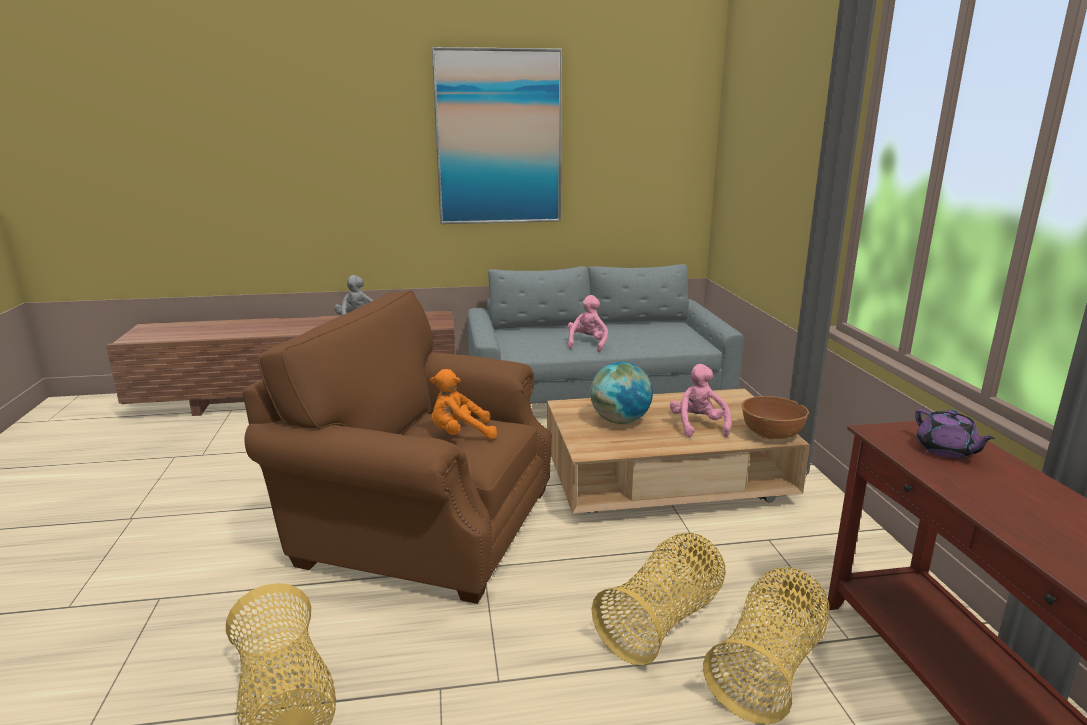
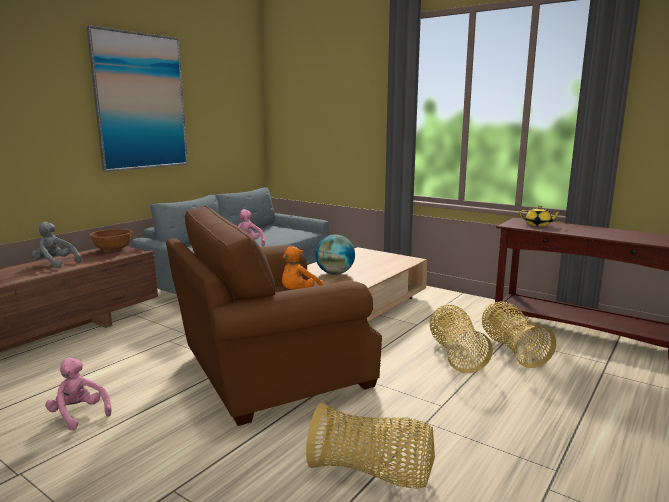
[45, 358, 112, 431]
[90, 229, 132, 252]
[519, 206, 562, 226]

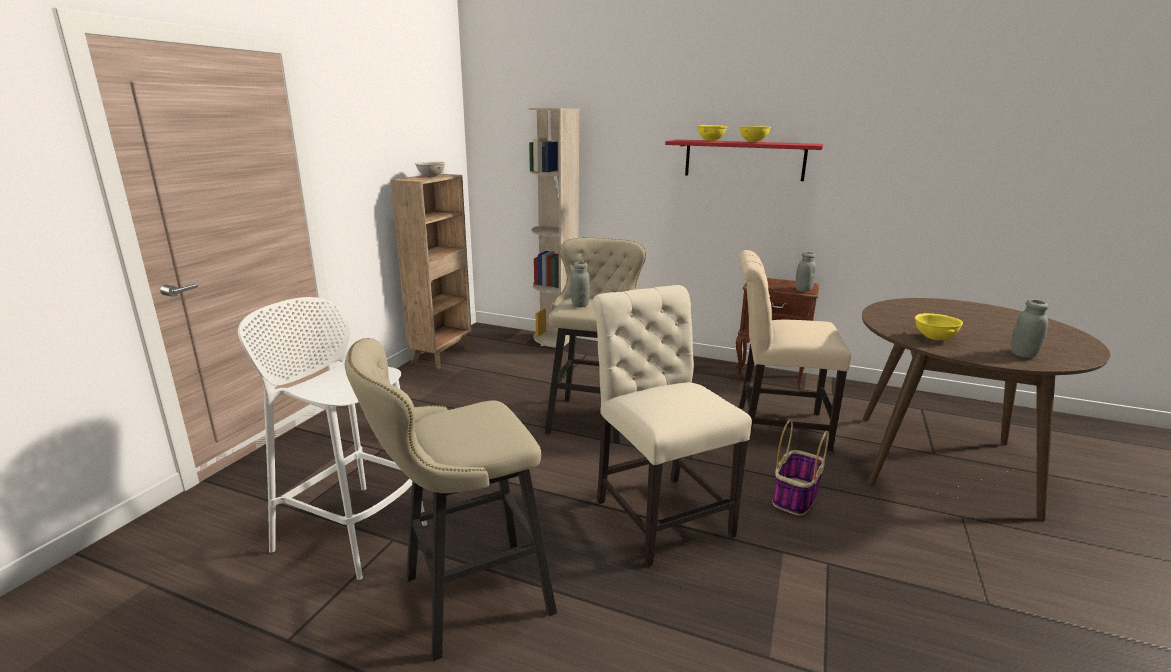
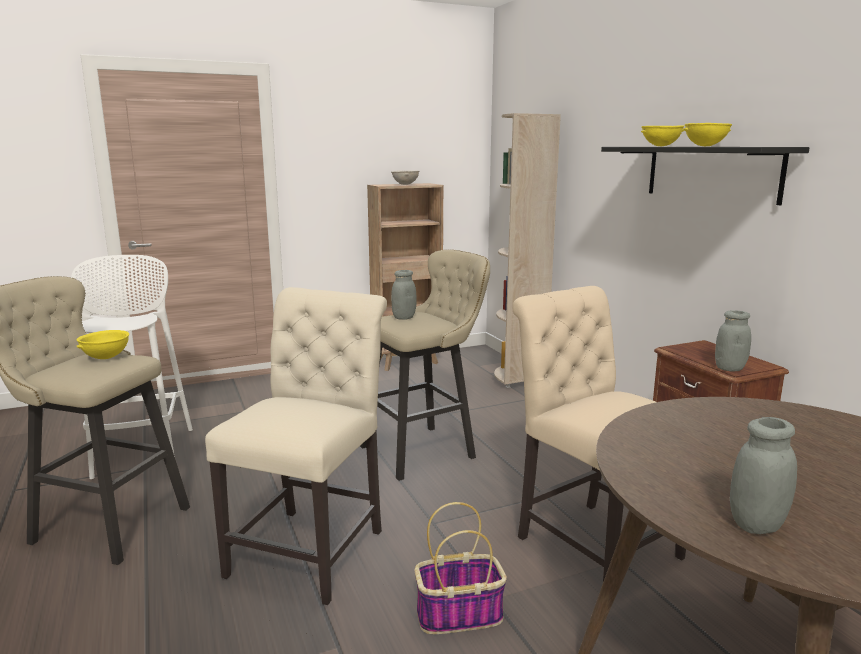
[76, 330, 129, 359]
[601, 147, 810, 205]

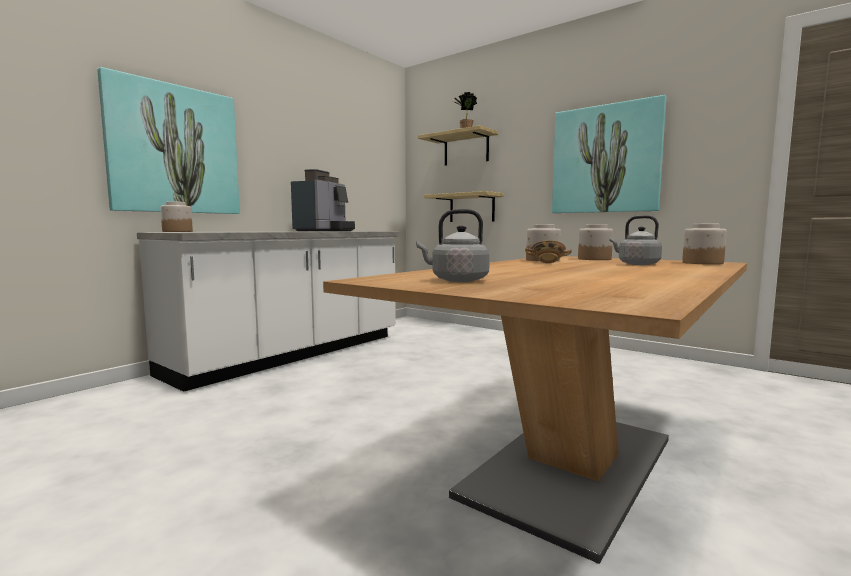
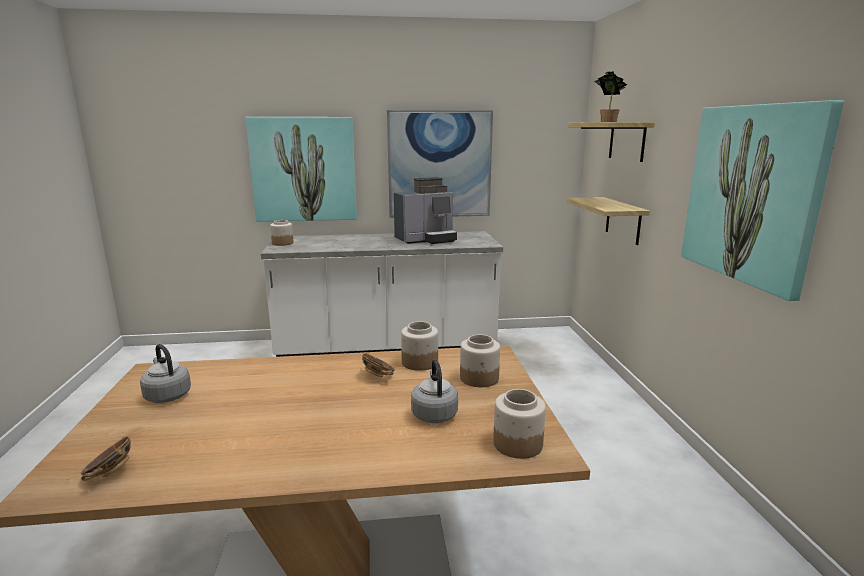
[80, 436, 131, 481]
[387, 110, 493, 218]

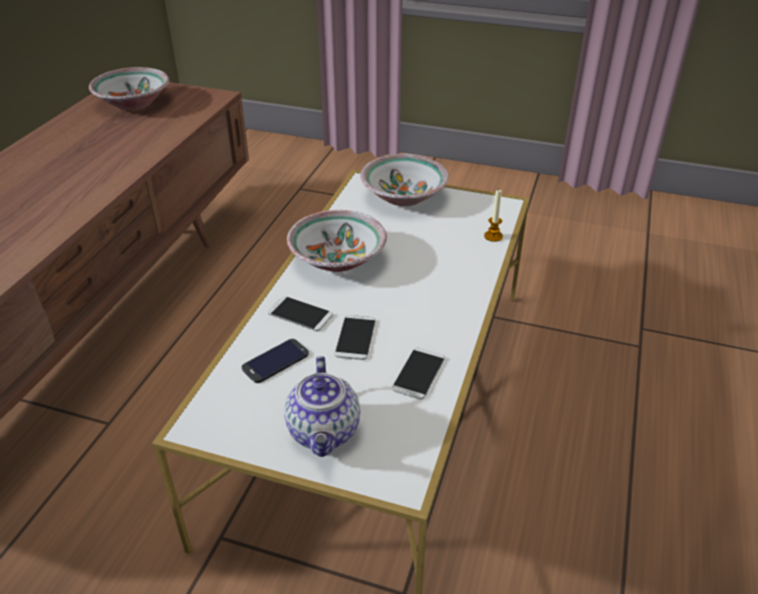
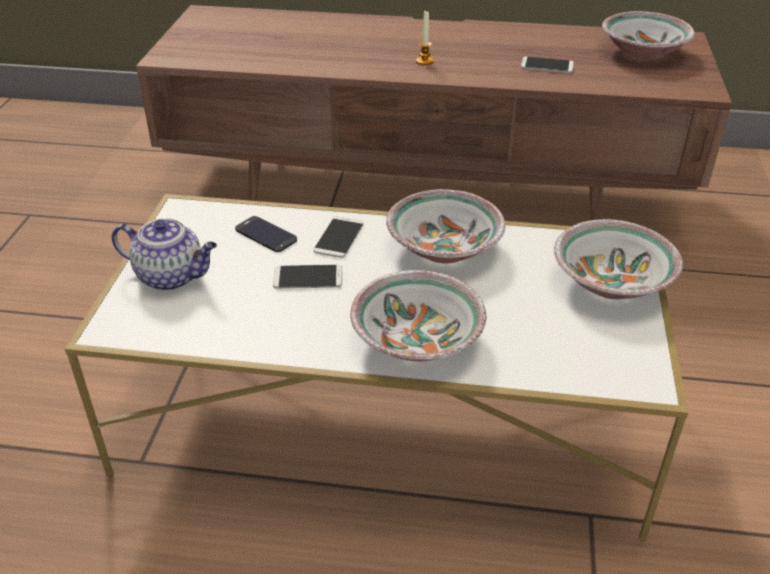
[112, 218, 217, 291]
[350, 270, 486, 361]
[416, 10, 434, 65]
[521, 56, 574, 73]

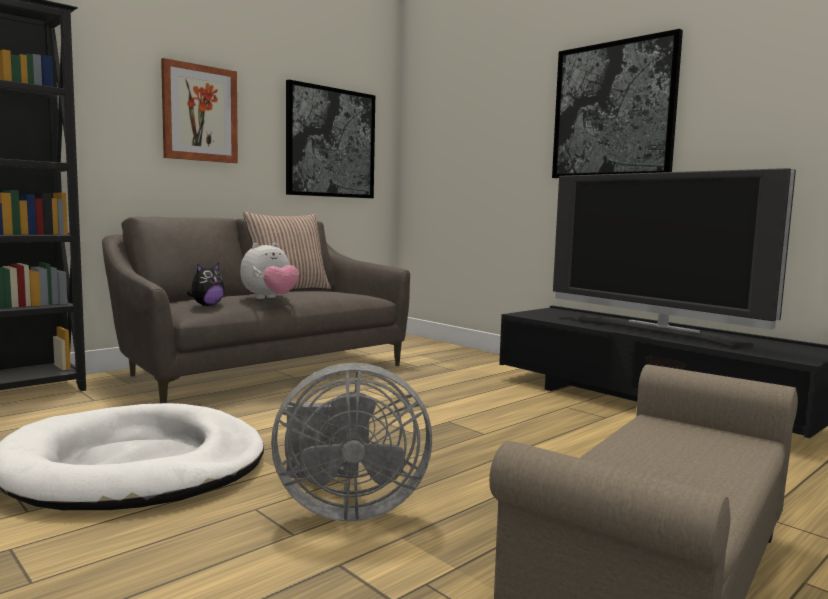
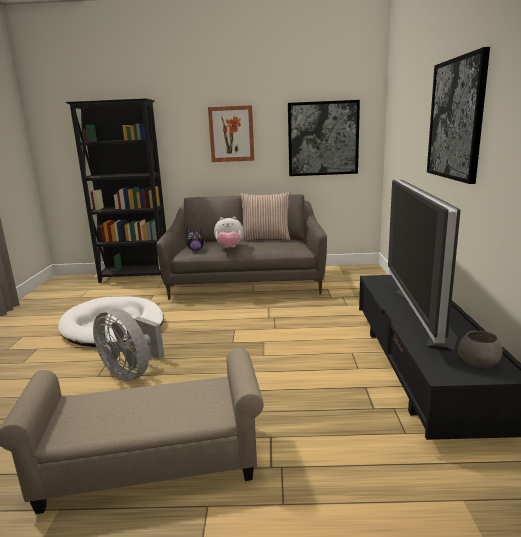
[458, 331, 503, 368]

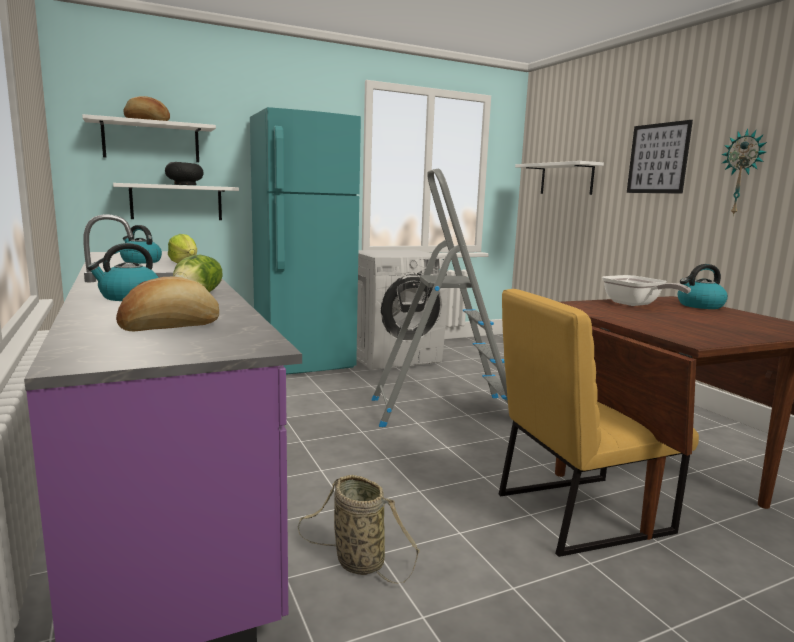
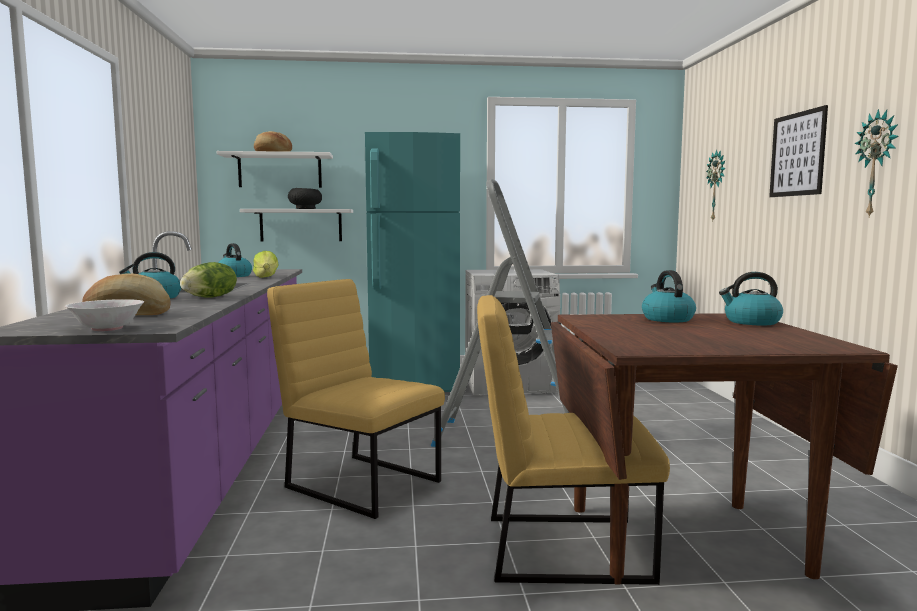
[65, 299, 144, 331]
[267, 279, 445, 519]
[642, 270, 696, 322]
[706, 150, 726, 220]
[298, 475, 420, 584] (first image)

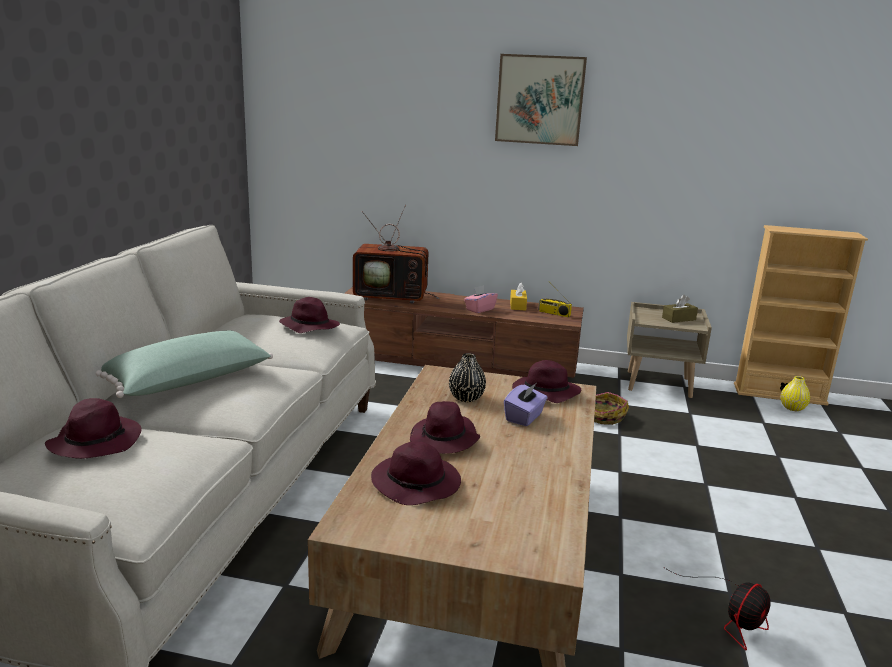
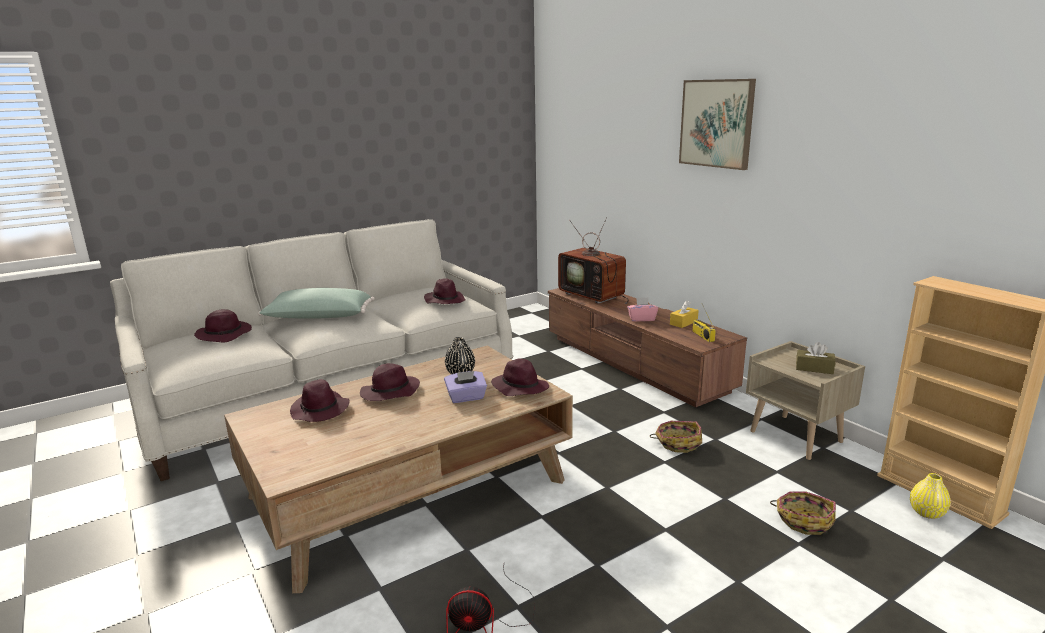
[770, 491, 836, 535]

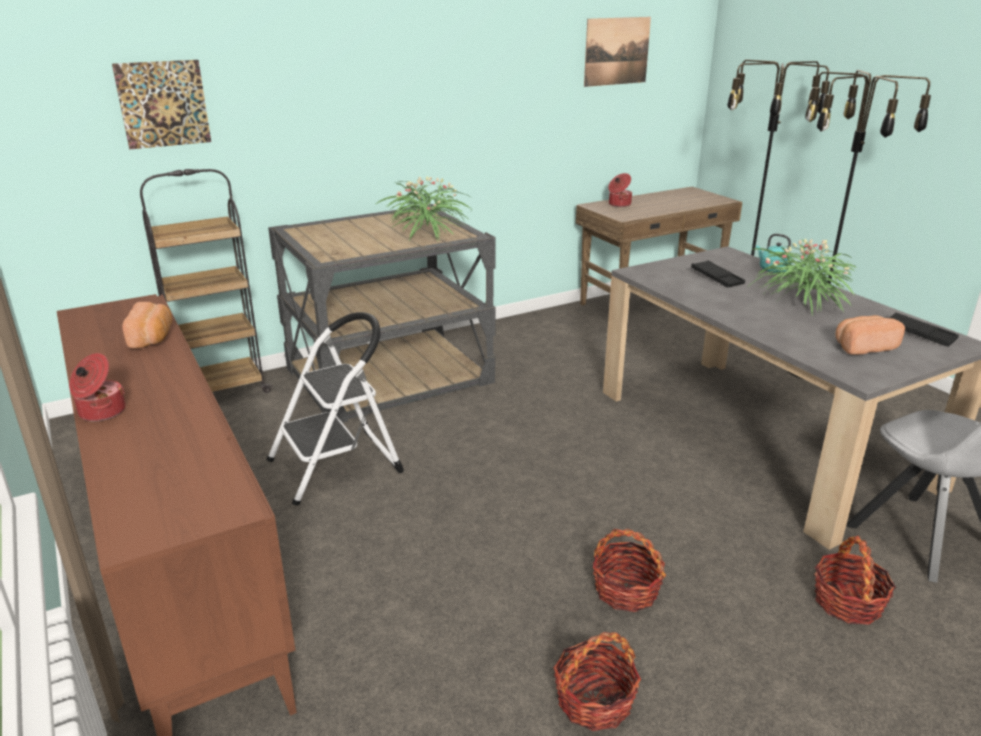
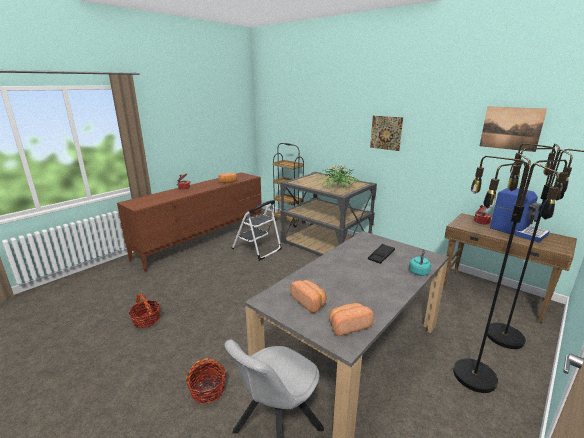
[329, 303, 374, 336]
[370, 116, 403, 151]
[490, 188, 549, 243]
[593, 529, 666, 612] (first image)
[750, 239, 856, 314] (first image)

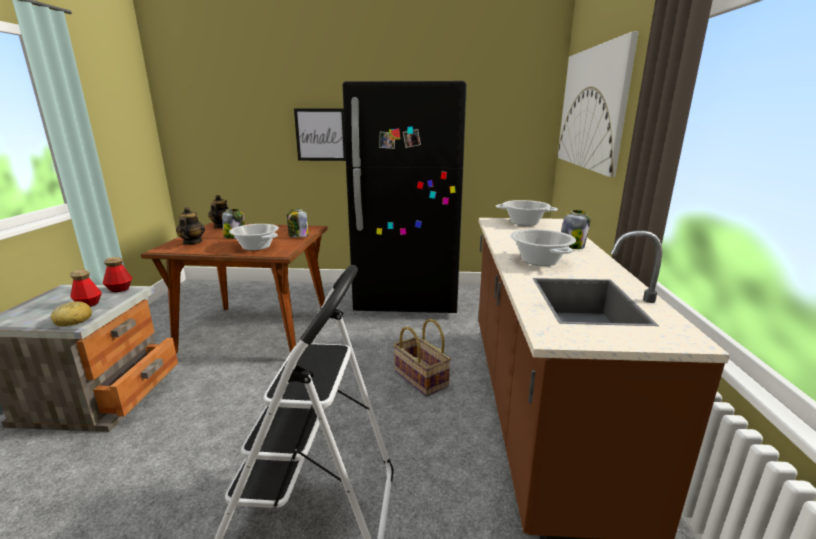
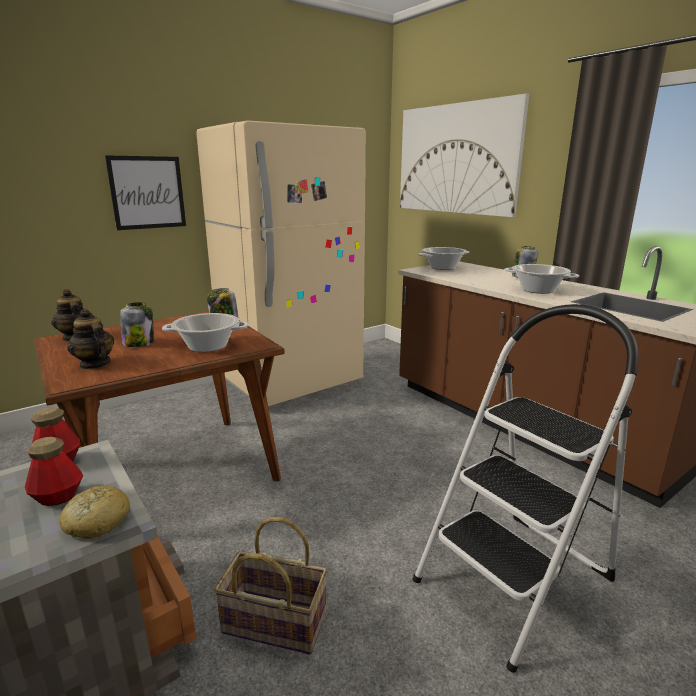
[196, 121, 366, 406]
[214, 517, 327, 655]

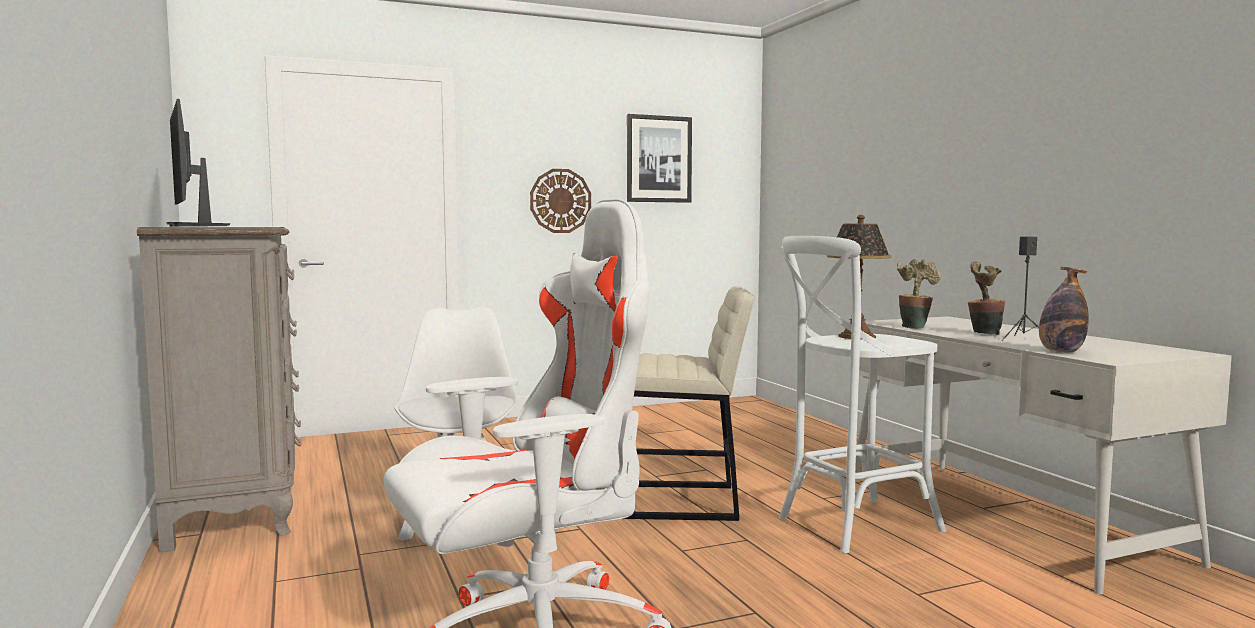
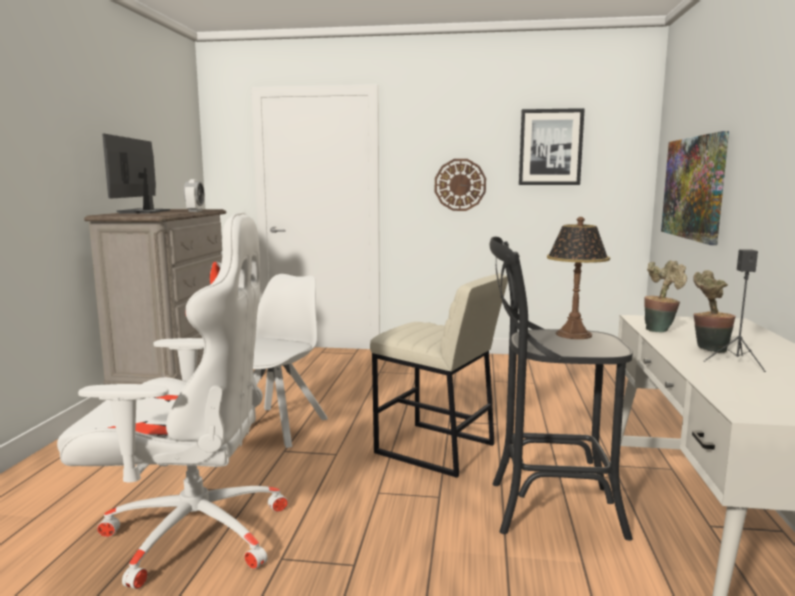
[184, 179, 205, 212]
[489, 237, 633, 541]
[661, 131, 729, 245]
[1039, 267, 1089, 353] (first image)

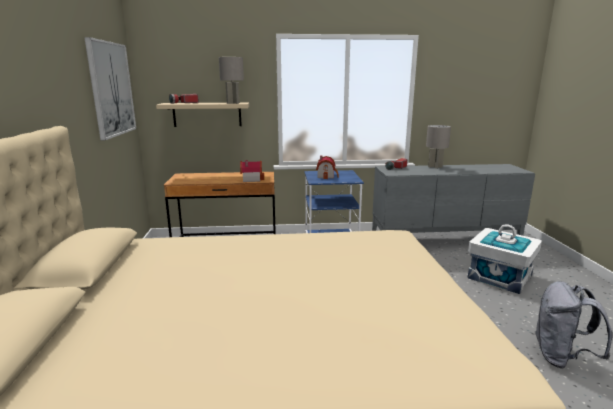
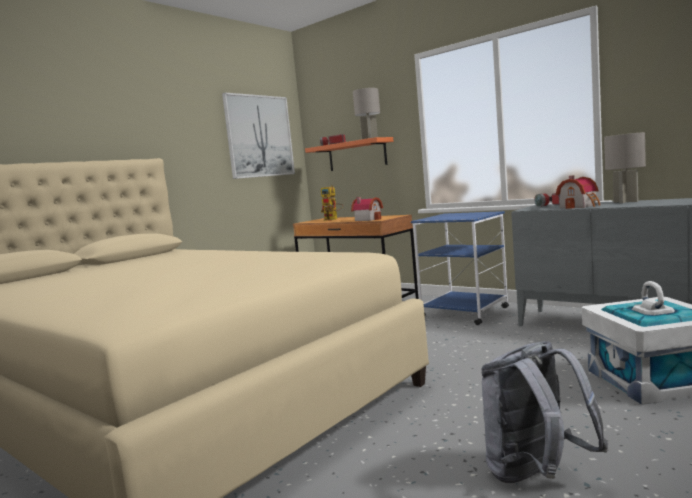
[305, 137, 393, 171]
[321, 185, 343, 221]
[556, 175, 600, 209]

